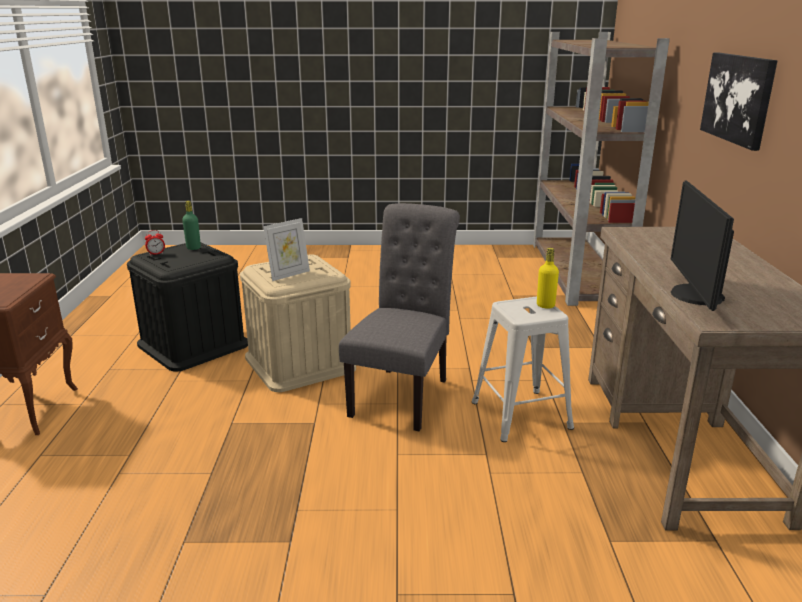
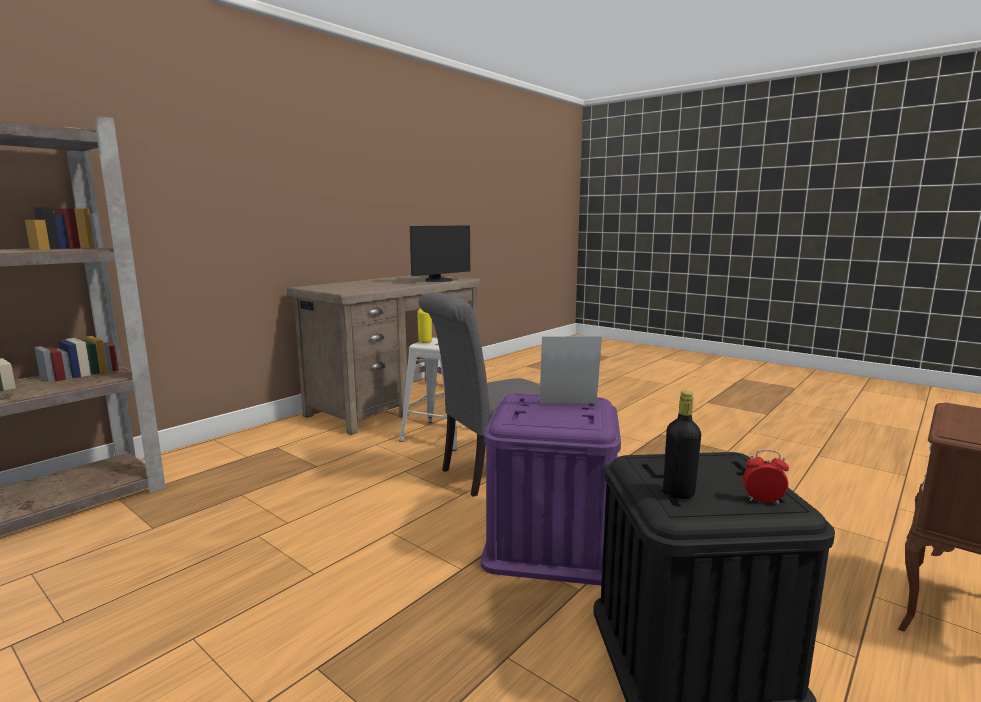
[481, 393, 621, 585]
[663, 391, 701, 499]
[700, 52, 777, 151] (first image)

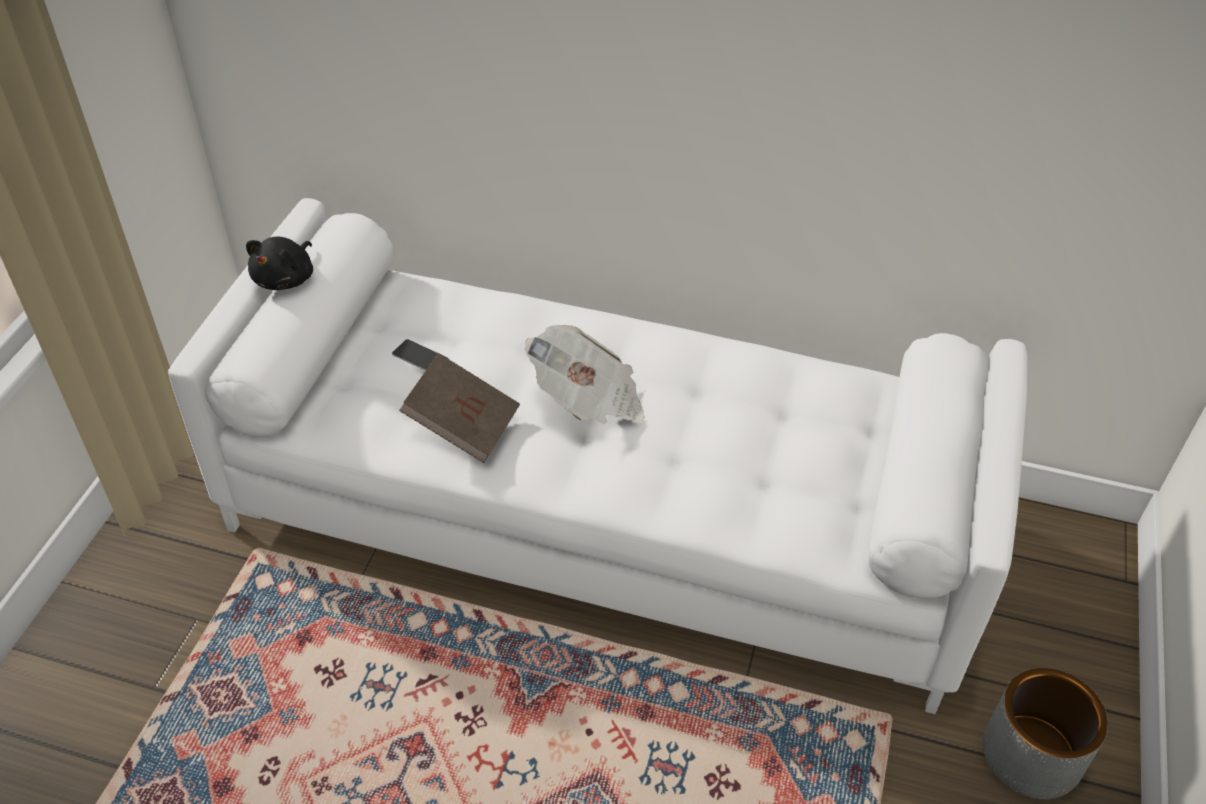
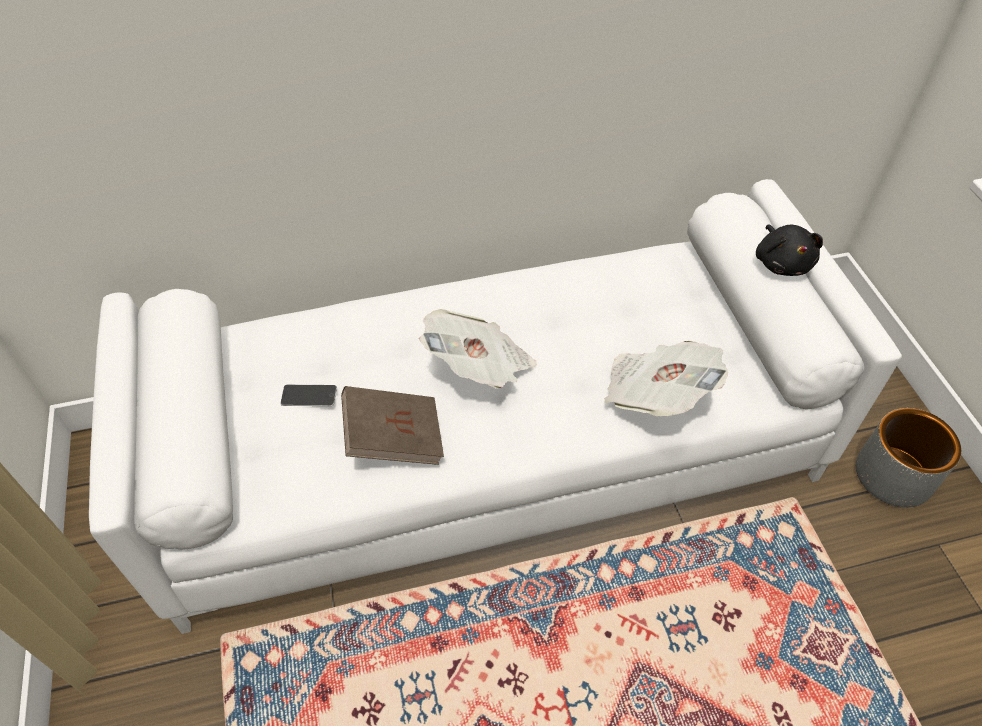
[604, 341, 728, 416]
[756, 224, 823, 276]

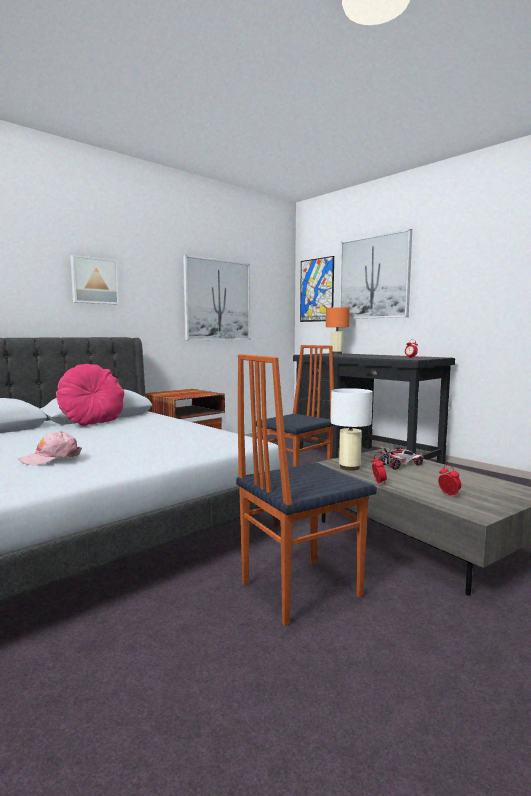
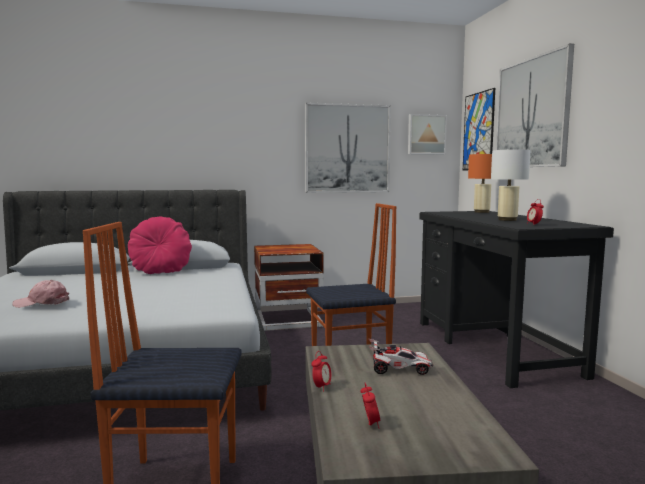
[408, 114, 447, 154]
[491, 149, 530, 221]

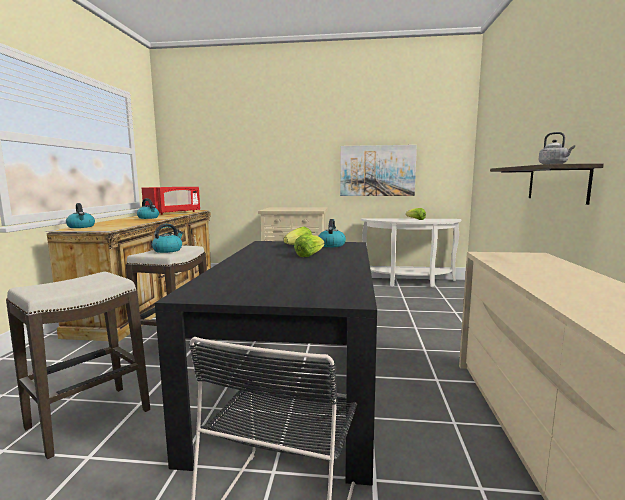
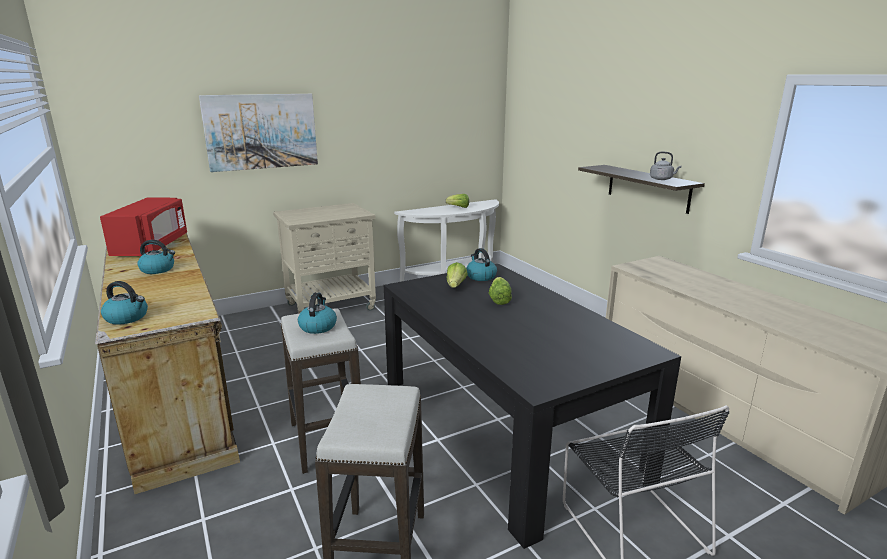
[199, 94, 318, 172]

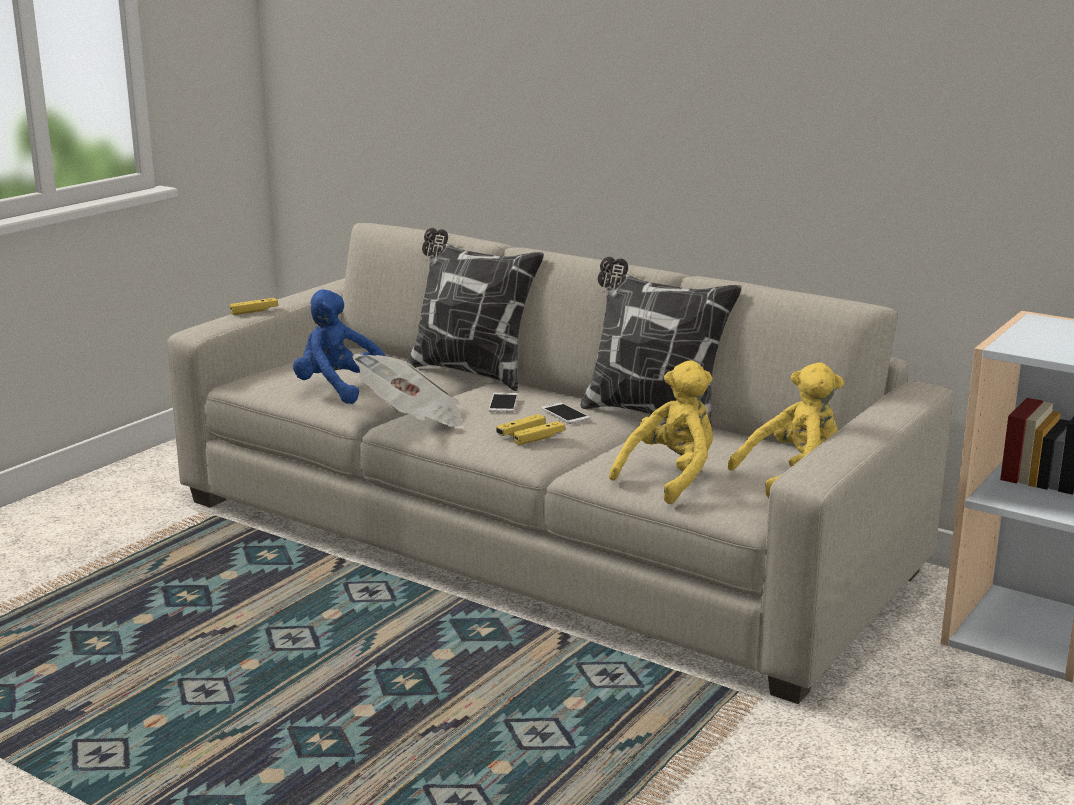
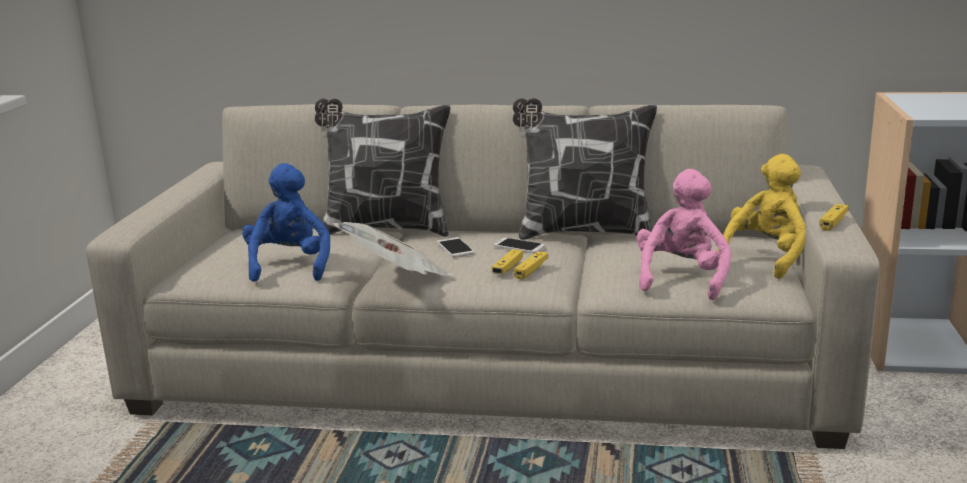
[242, 163, 330, 282]
[636, 169, 731, 300]
[819, 204, 848, 231]

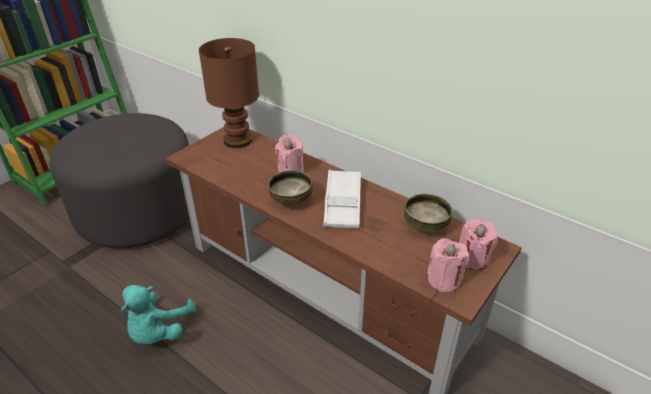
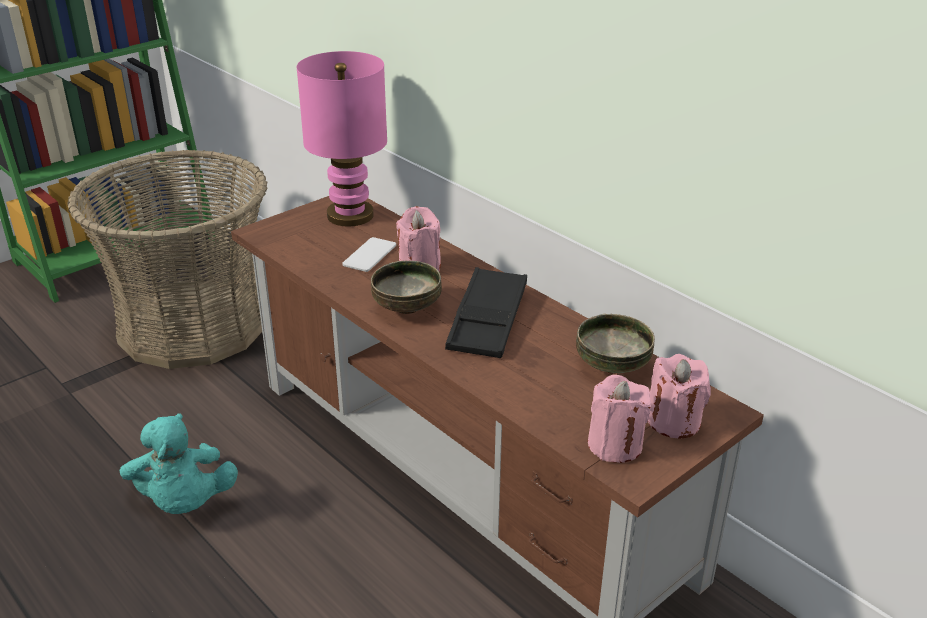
[67, 150, 267, 369]
[119, 414, 238, 514]
[296, 51, 387, 226]
[342, 237, 396, 272]
[445, 267, 527, 358]

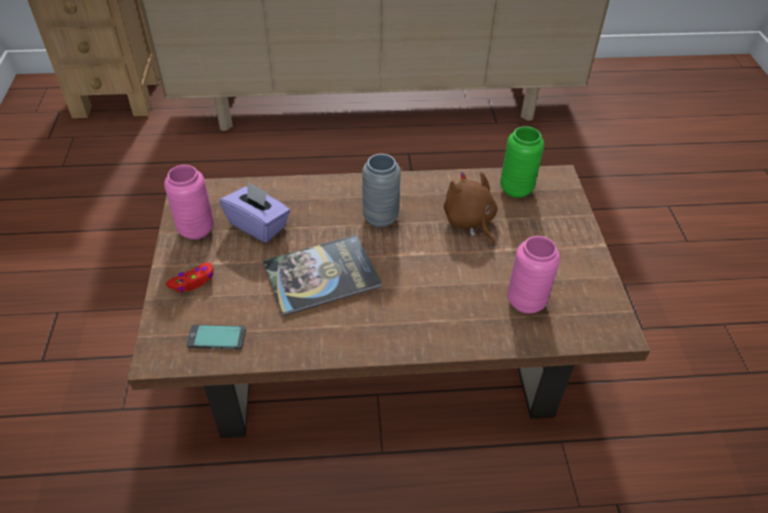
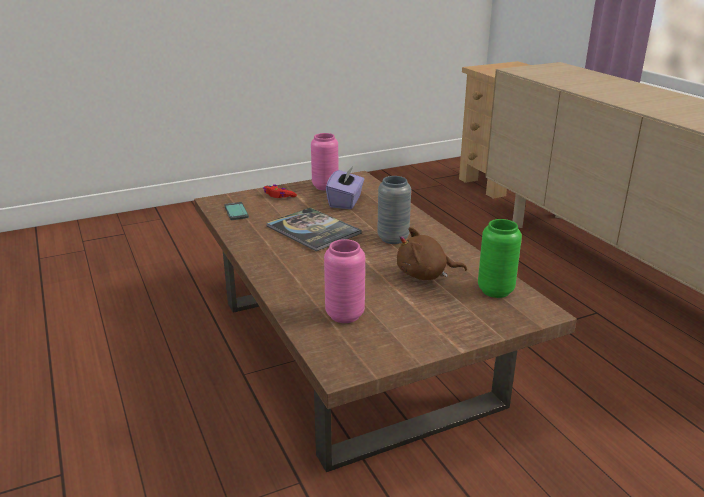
[397, 227, 467, 280]

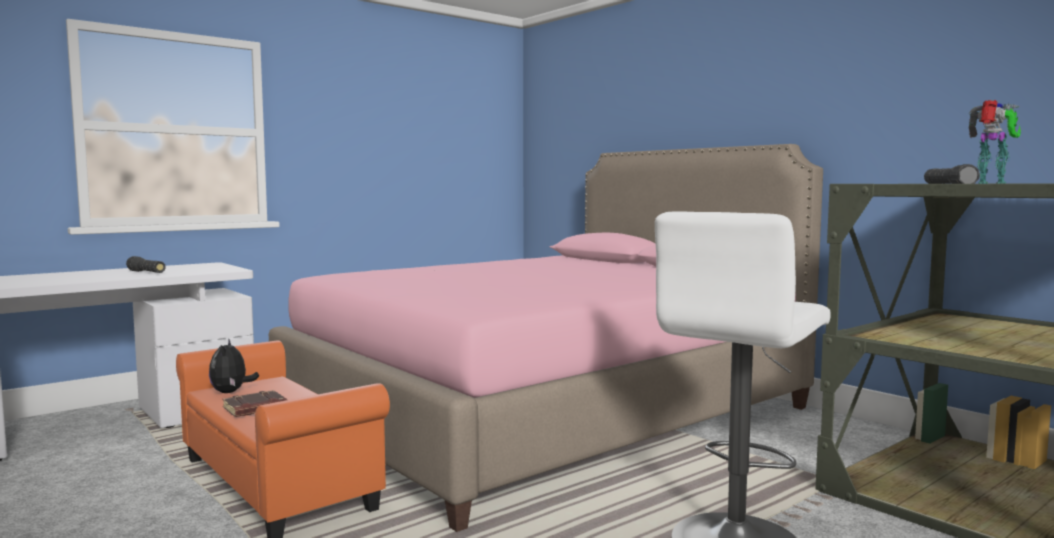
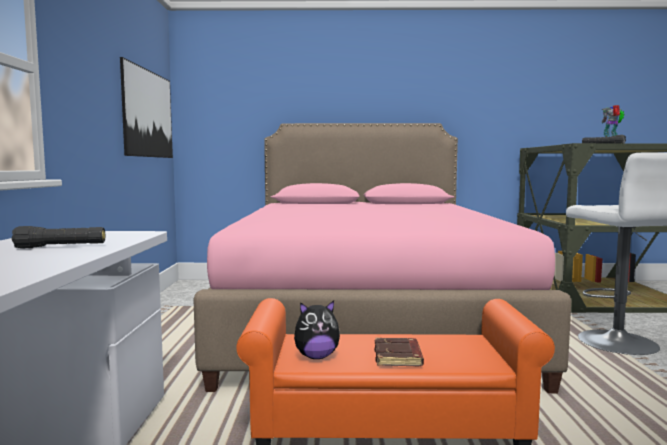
[120, 57, 173, 158]
[294, 301, 340, 359]

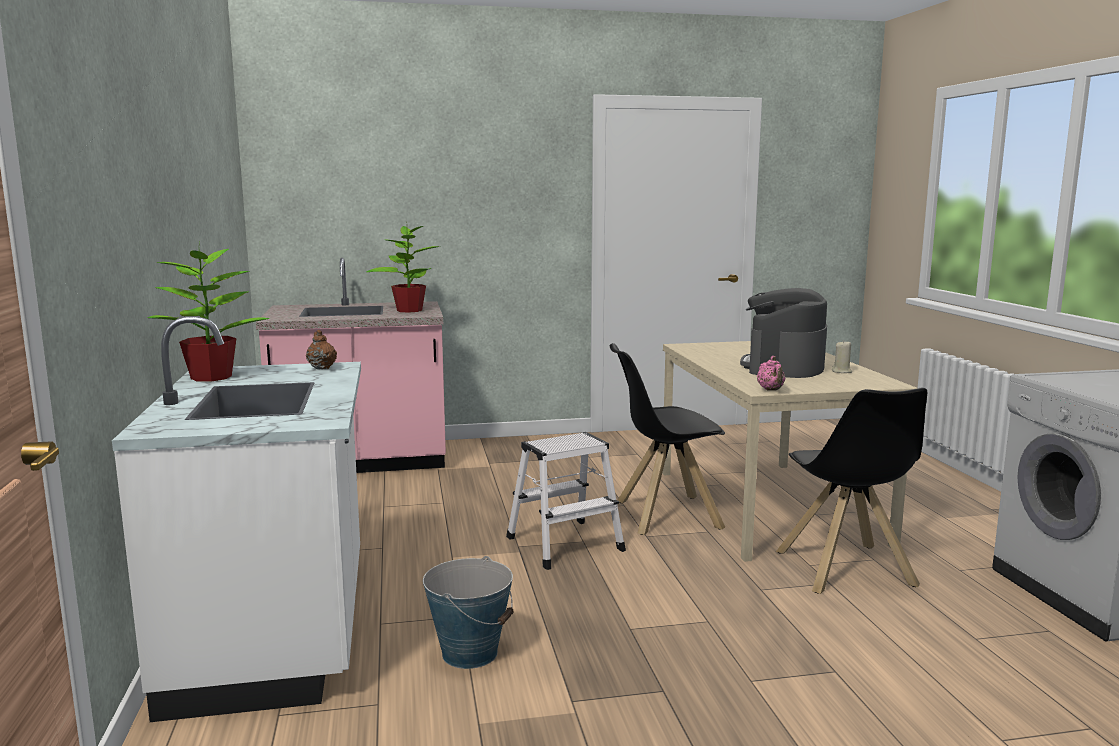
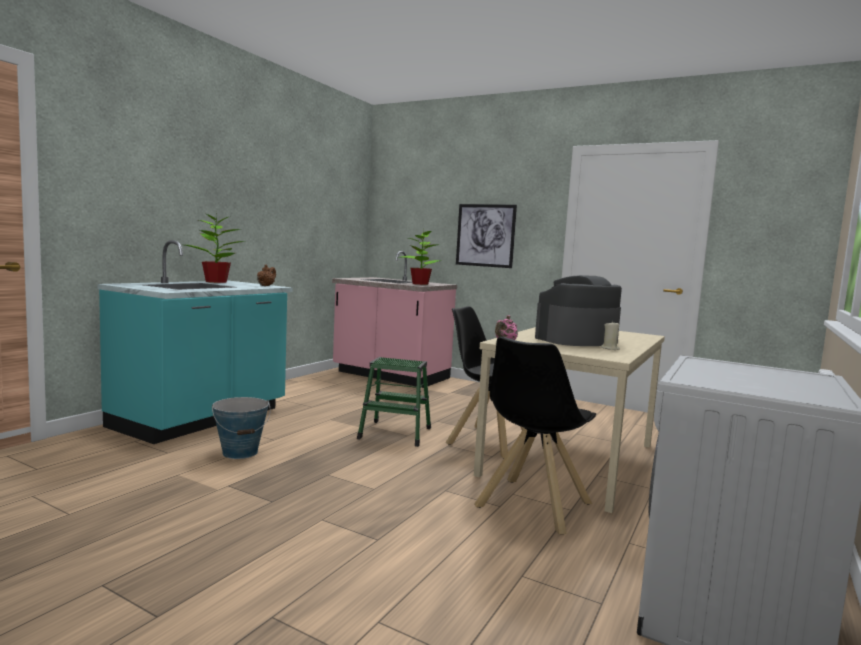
[98, 240, 293, 444]
[357, 357, 431, 447]
[456, 204, 517, 268]

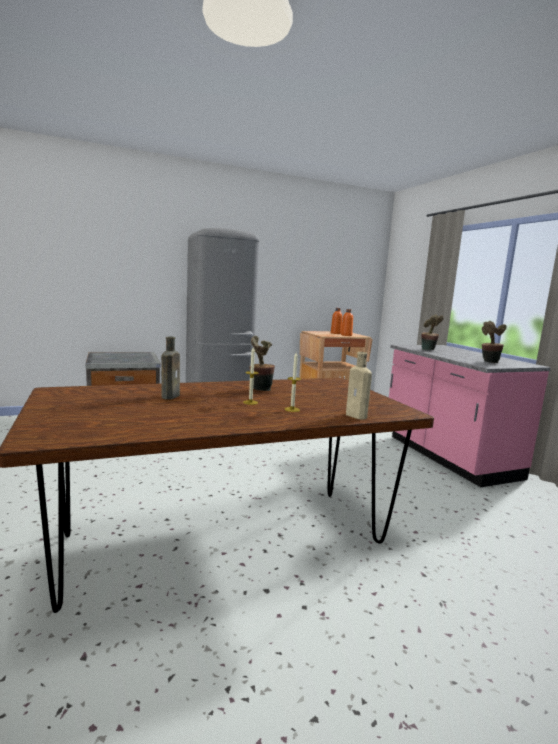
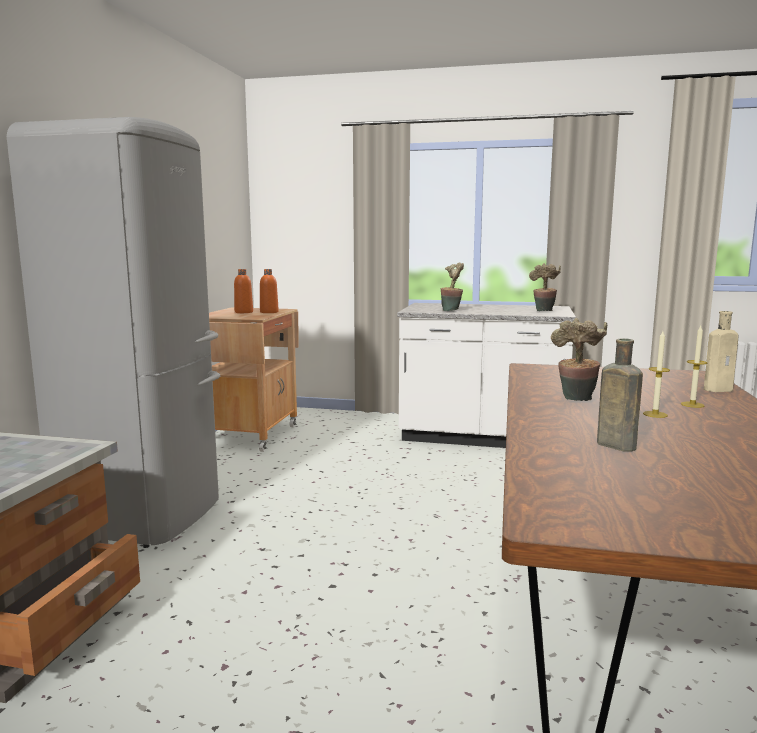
[397, 303, 576, 448]

